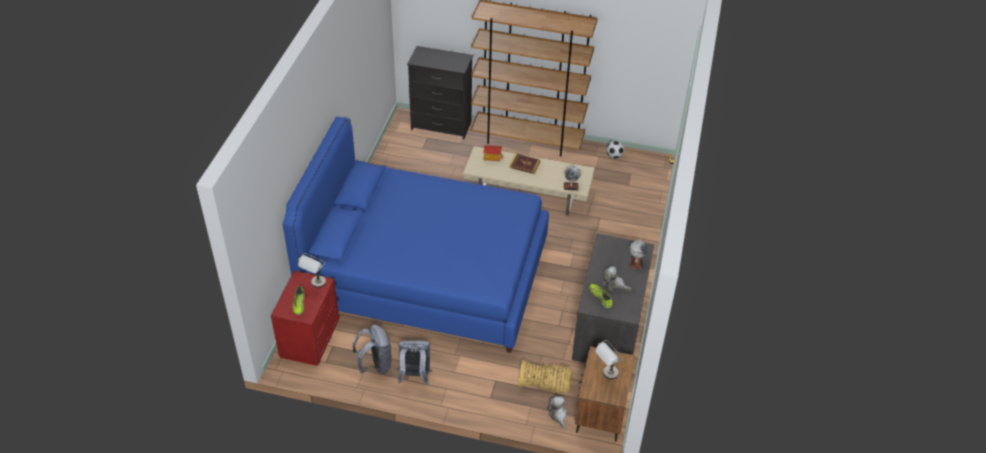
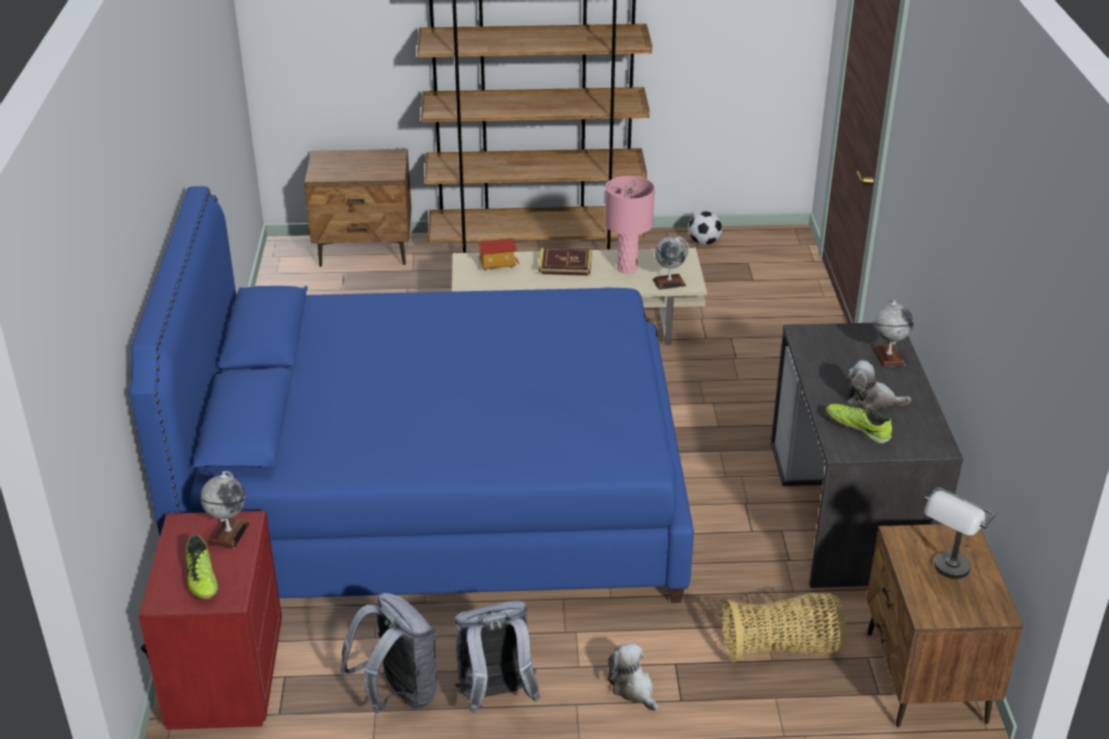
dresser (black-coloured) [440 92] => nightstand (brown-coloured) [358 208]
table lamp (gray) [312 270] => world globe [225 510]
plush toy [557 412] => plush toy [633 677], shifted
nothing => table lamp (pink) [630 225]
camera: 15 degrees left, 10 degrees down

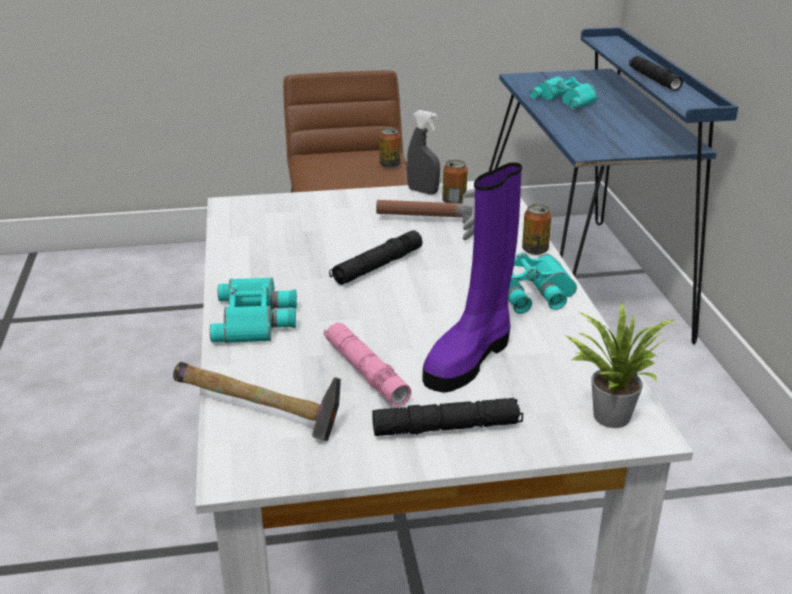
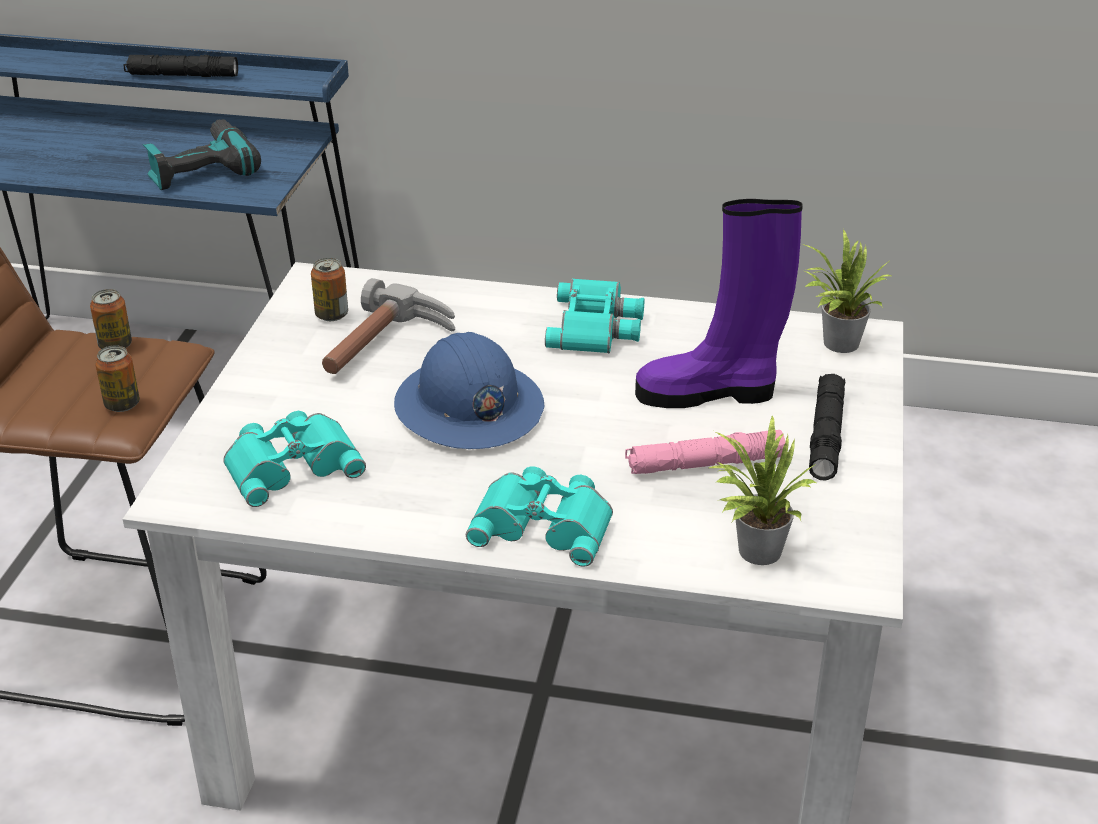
binoculars (turquoise) [563 93] => binoculars (turquoise) [294 459], shifted
sprayer (gray) [423 152] => nothing
boot (purple-coloured) [472 277] => boot (purple-coloured) [719 303], 120 degrees clockwise
metal can [536 229] => metal can [117 378], shifted
torch (black-coloured) [376 257] => hard hat (bluish) [469 390]
hammer [257 401] => potted plant [764 490]
nothing => electric drill [201 154]
camera: 70 degrees left, 5 degrees up

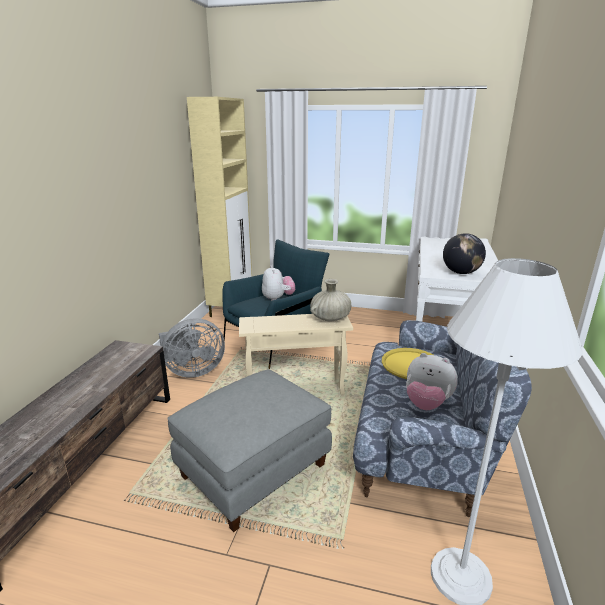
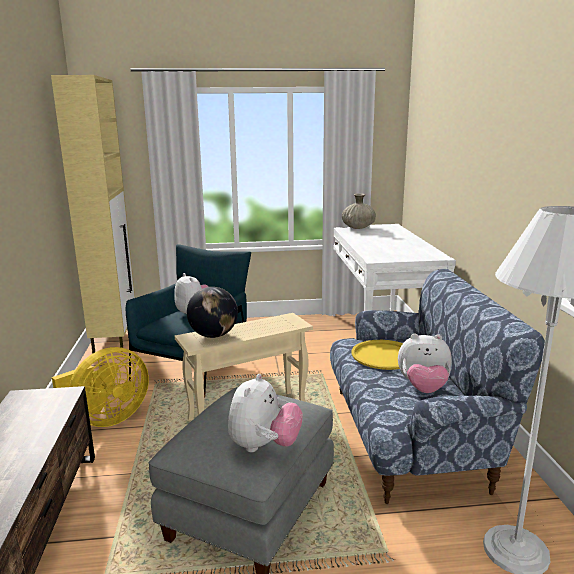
world globe [464 253] => world globe [212 312], shifted
vase (sand-coloured) [330 300] => vase (sand-coloured) [359 211], shifted
fan (gray) [192 348] => fan (yellow) [100 387]
nothing => plush toy [265 413]
camera: 20 degrees left, 5 degrees down

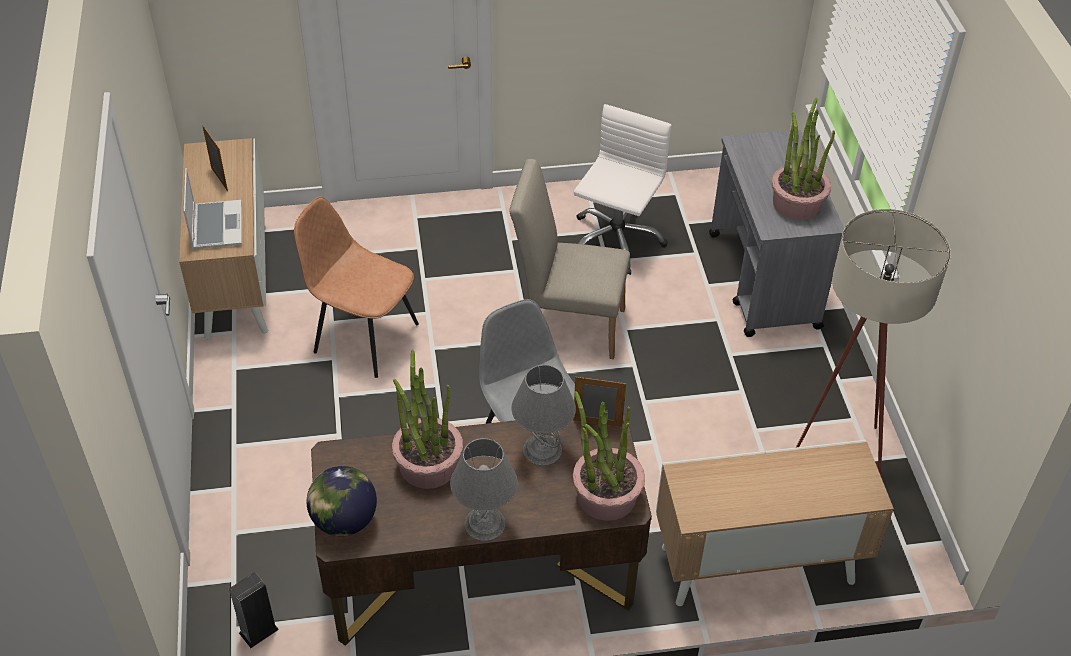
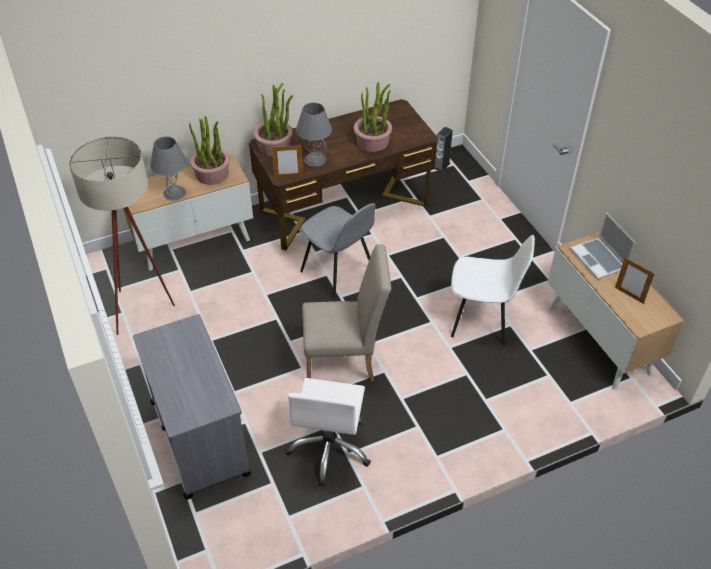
potted plant [803 159] => potted plant [209 150], shifted
chair (brown-coloured) [356 287] => chair (whitish) [493 290]
table lamp (gray) [484 489] => table lamp (gray) [168 169], shifted
world globe [342 501] => nothing
camera: 165 degrees right, 0 degrees up

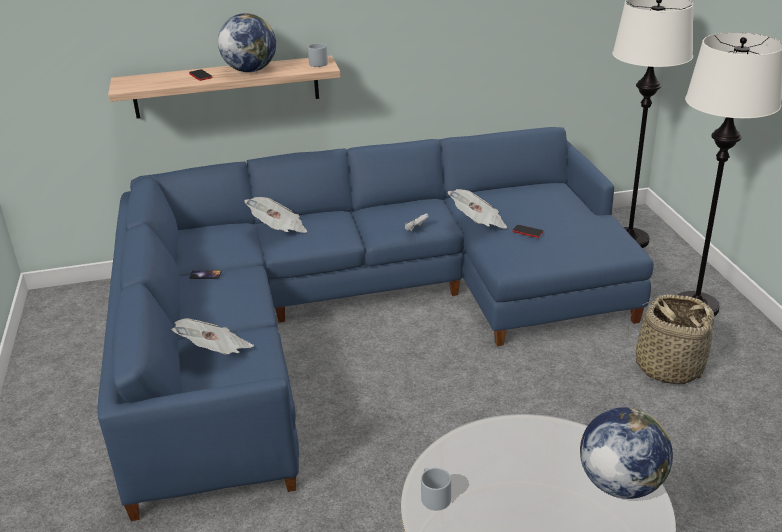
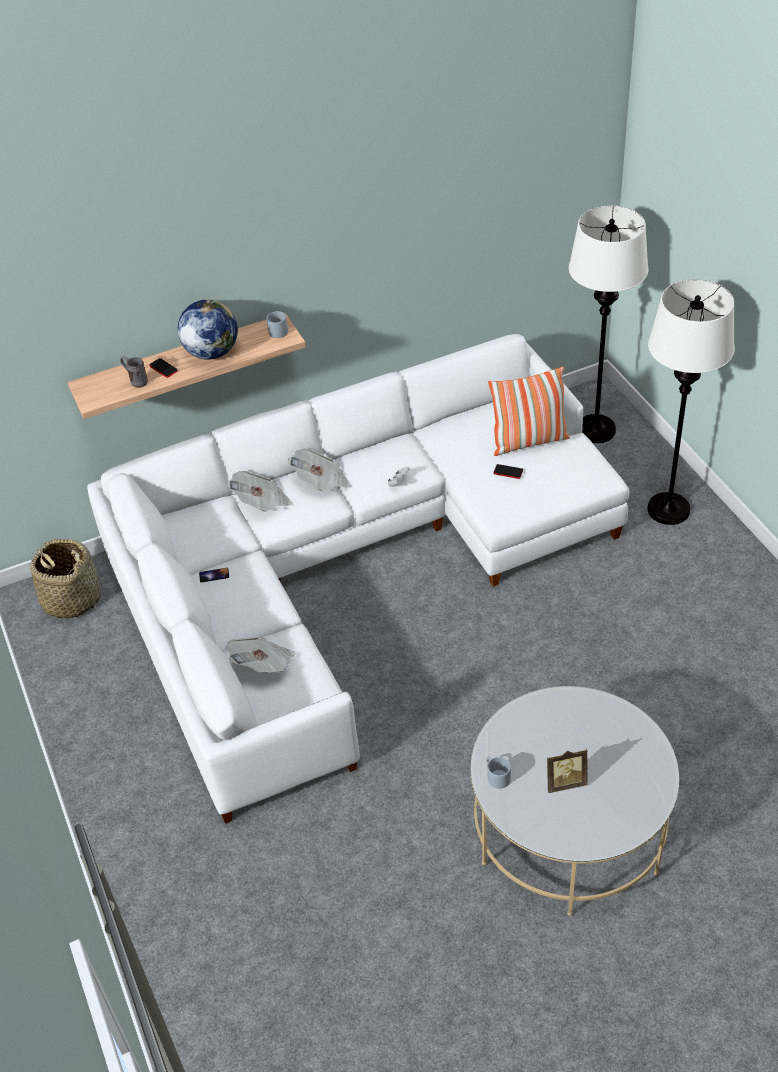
couch (bluish) [376 324] => couch (whitish) [358 579]
newspaper [477 209] => newspaper [319 470], shifted
household basket [672 339] => household basket [65 579], shifted
world globe [626 453] => nothing
nothing => tea mug (gray) [134 372]
nothing => cushion [529 411]
nothing => picture frame [567 771]
camera: 10 degrees left, 15 degrees up

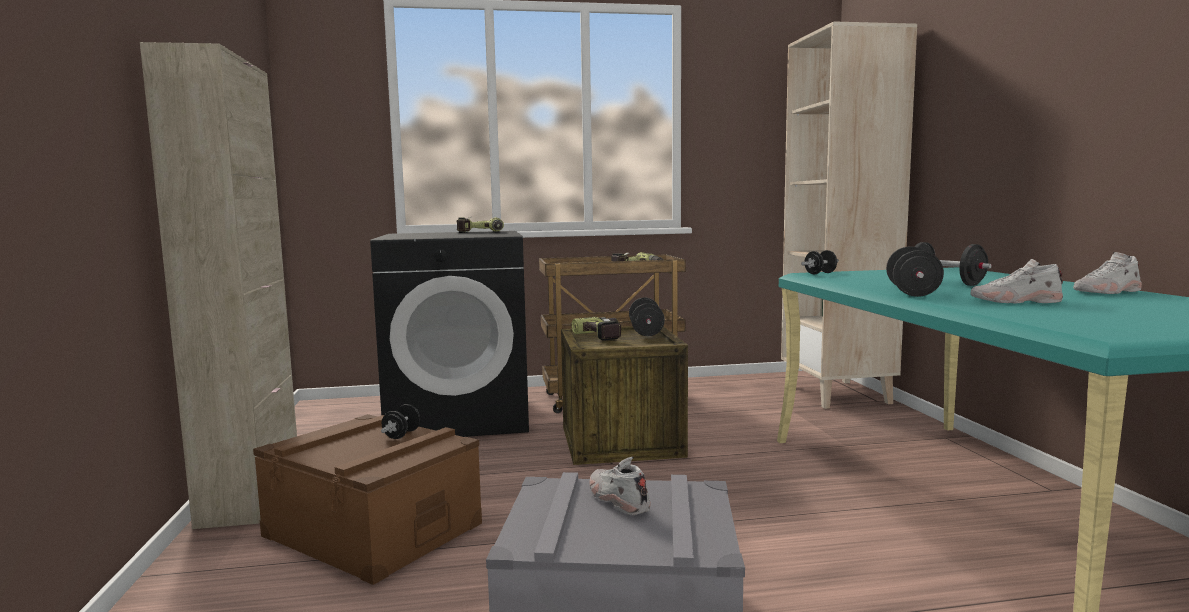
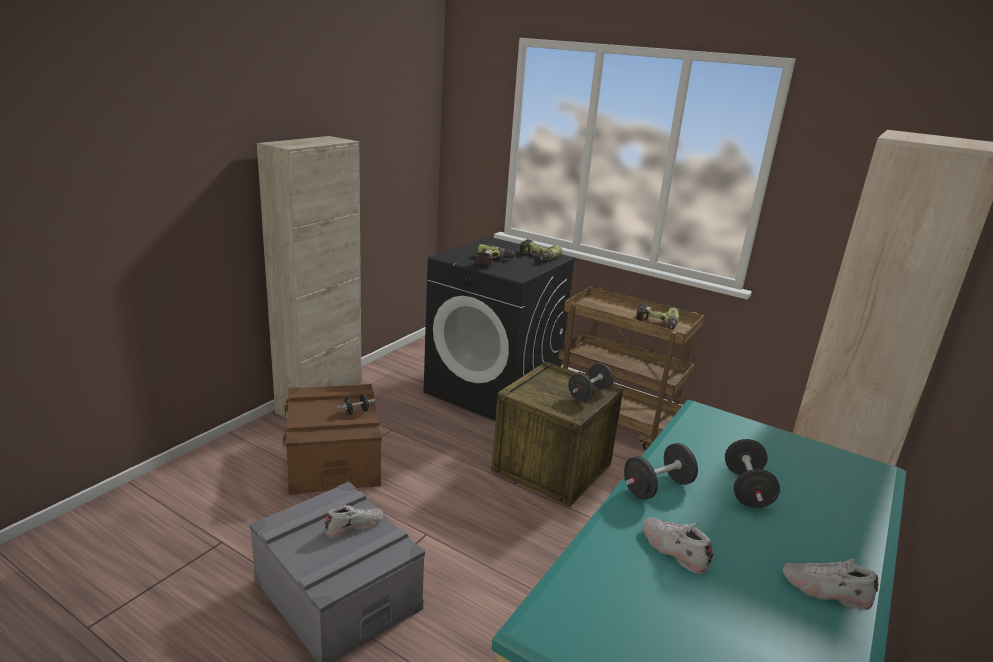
dumbbell (black-coloured) [820 262] => nothing
electric drill [596 329] => electric drill [494 255], shifted
low shoe (whitish) [620 486] => low shoe (whitish) [354 520], 45 degrees clockwise
camera: 40 degrees right, 15 degrees up

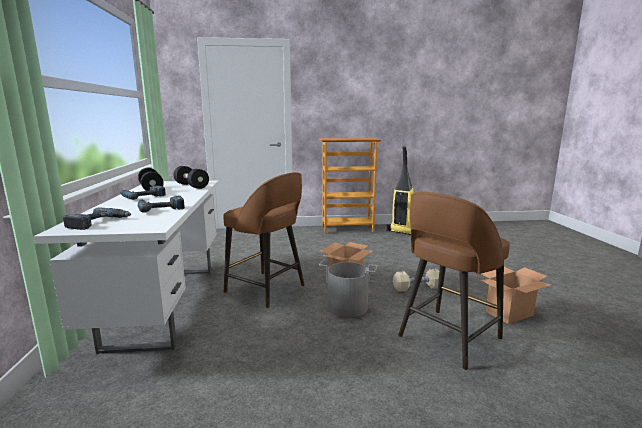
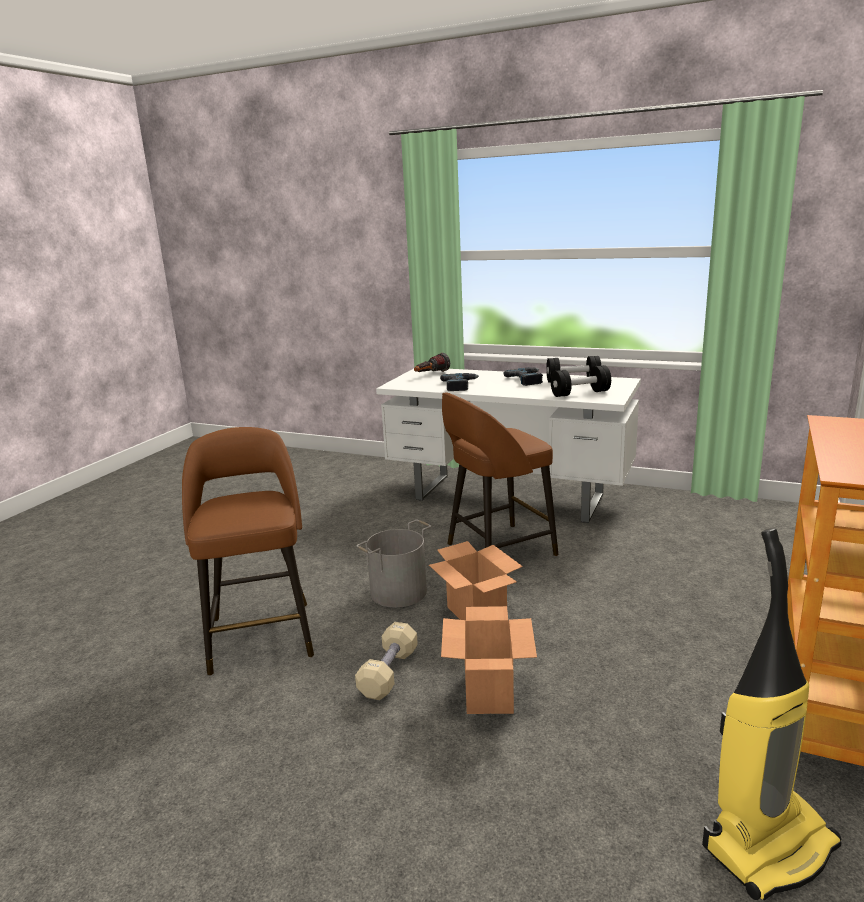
electric drill [97 218] => torch [432 362]
carton [516 295] => carton [489 660], shifted
camera: 120 degrees right, 5 degrees up

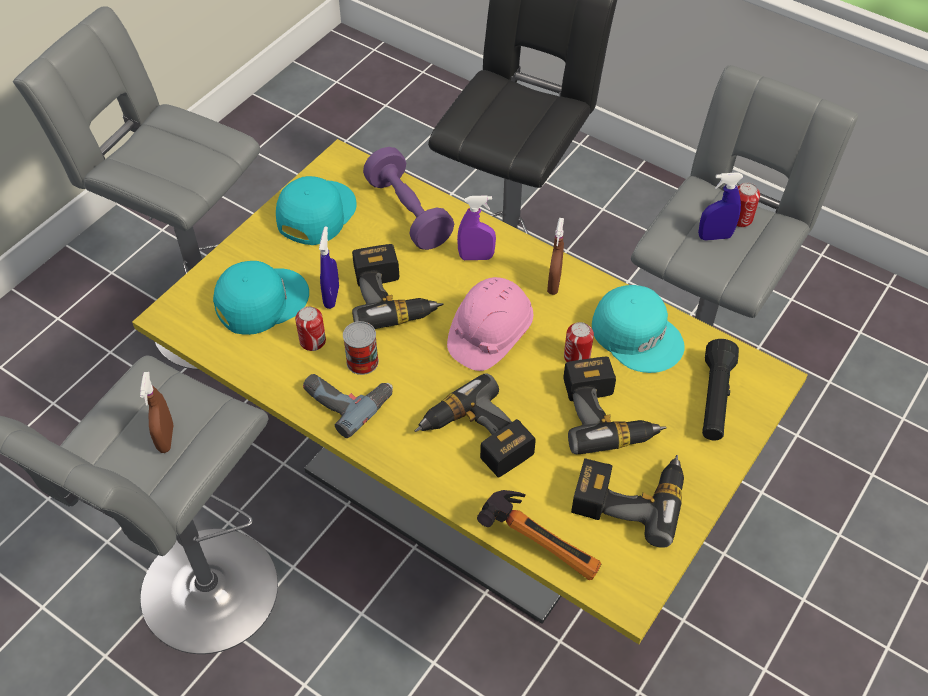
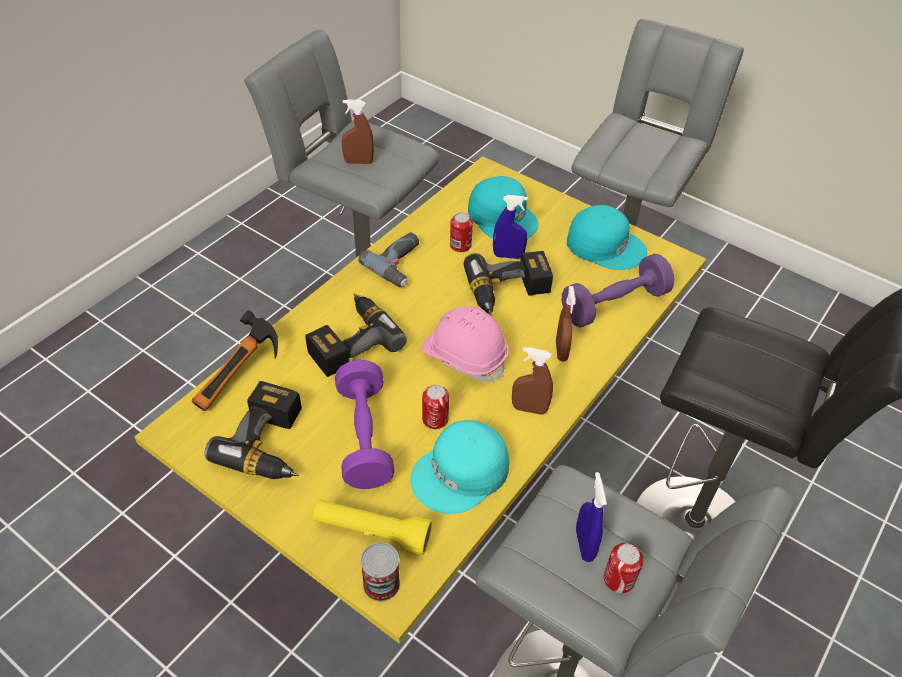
sprayer (purple-coloured) [476 227] => sprayer (brown-coloured) [566 324]
metal can [361 348] => metal can [380 572], shifted
torch (black-coloured) [720 390] => torch (yellow) [372 527]
electric drill [615 405] => dumbbell (purple-coloured) [364 424]
camera: 90 degrees right, 5 degrees down

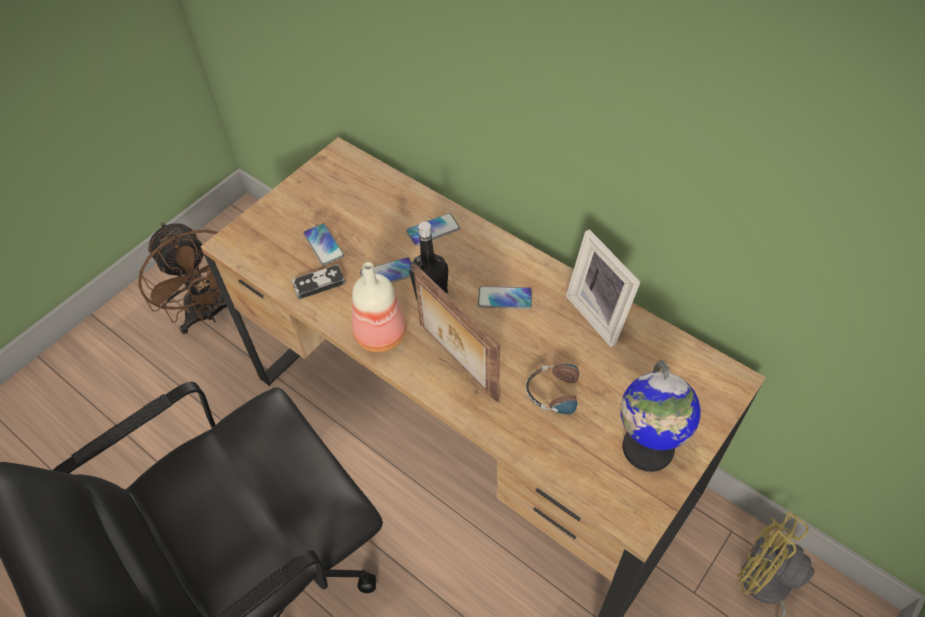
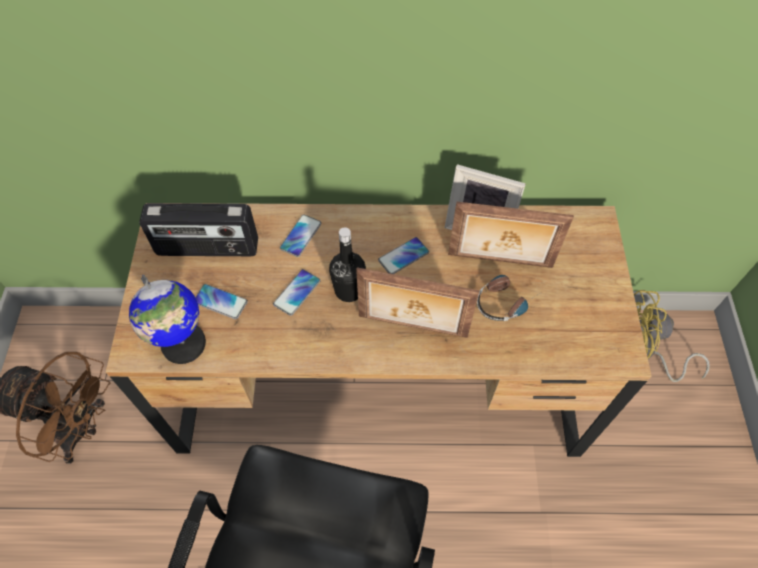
drink bottle [379 307] => nothing
game controller [319 282] => nothing
world globe [661 416] => world globe [167 319], shifted
nothing => picture frame [511 235]
nothing => radio set [198 229]
camera: 40 degrees left, 5 degrees up

